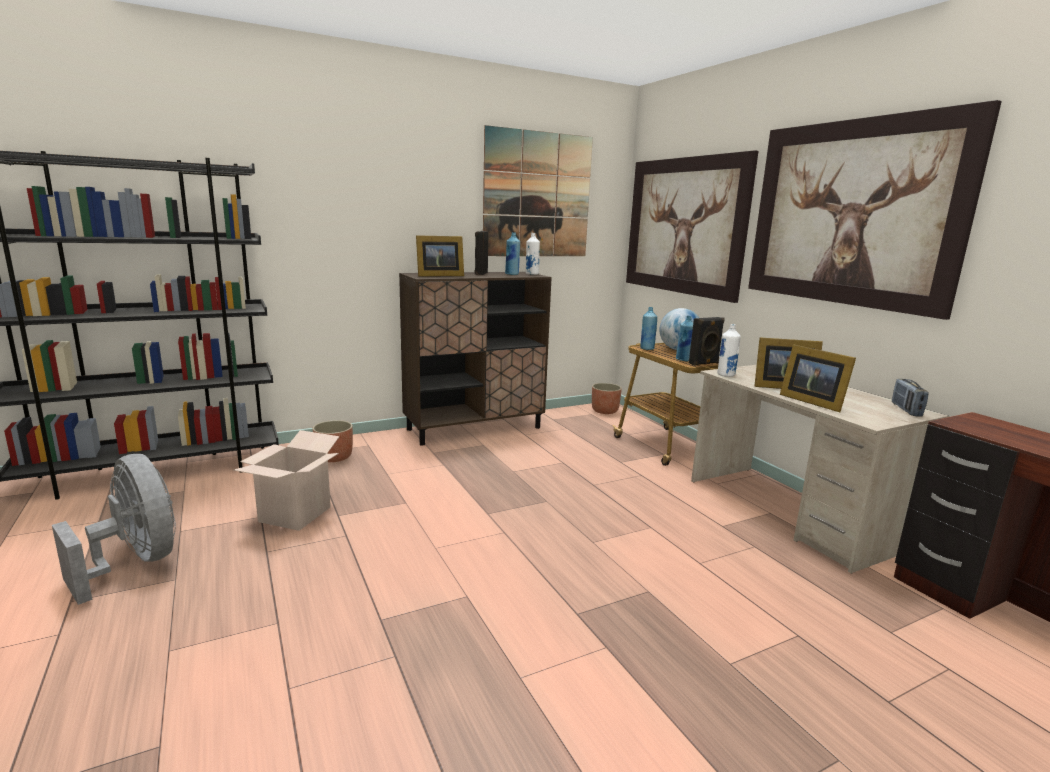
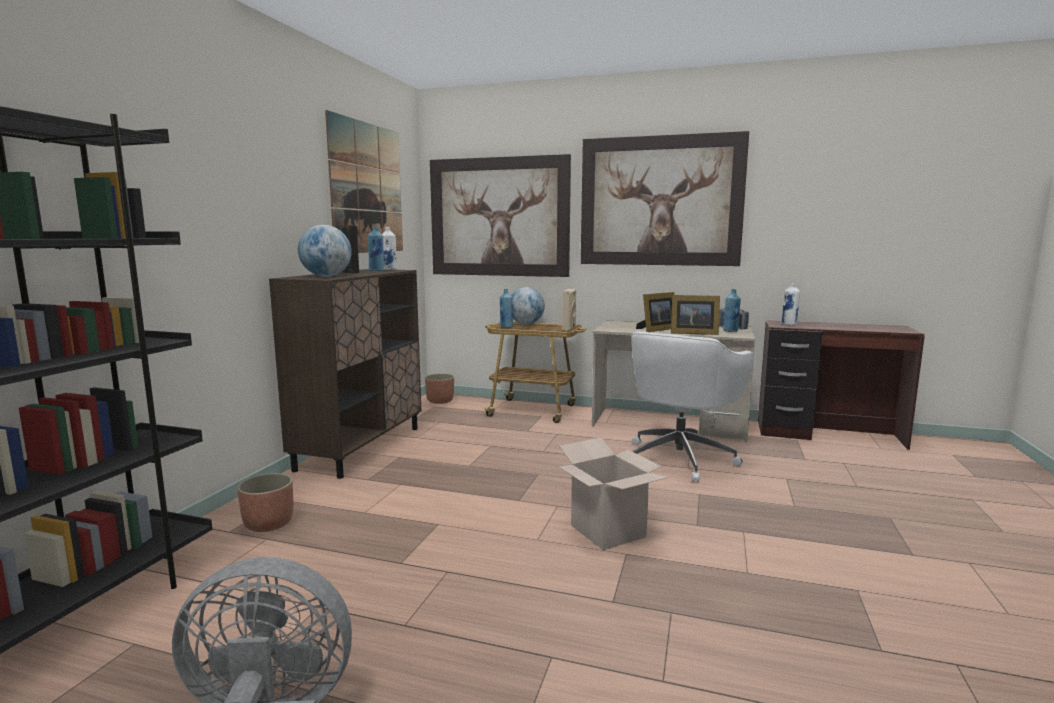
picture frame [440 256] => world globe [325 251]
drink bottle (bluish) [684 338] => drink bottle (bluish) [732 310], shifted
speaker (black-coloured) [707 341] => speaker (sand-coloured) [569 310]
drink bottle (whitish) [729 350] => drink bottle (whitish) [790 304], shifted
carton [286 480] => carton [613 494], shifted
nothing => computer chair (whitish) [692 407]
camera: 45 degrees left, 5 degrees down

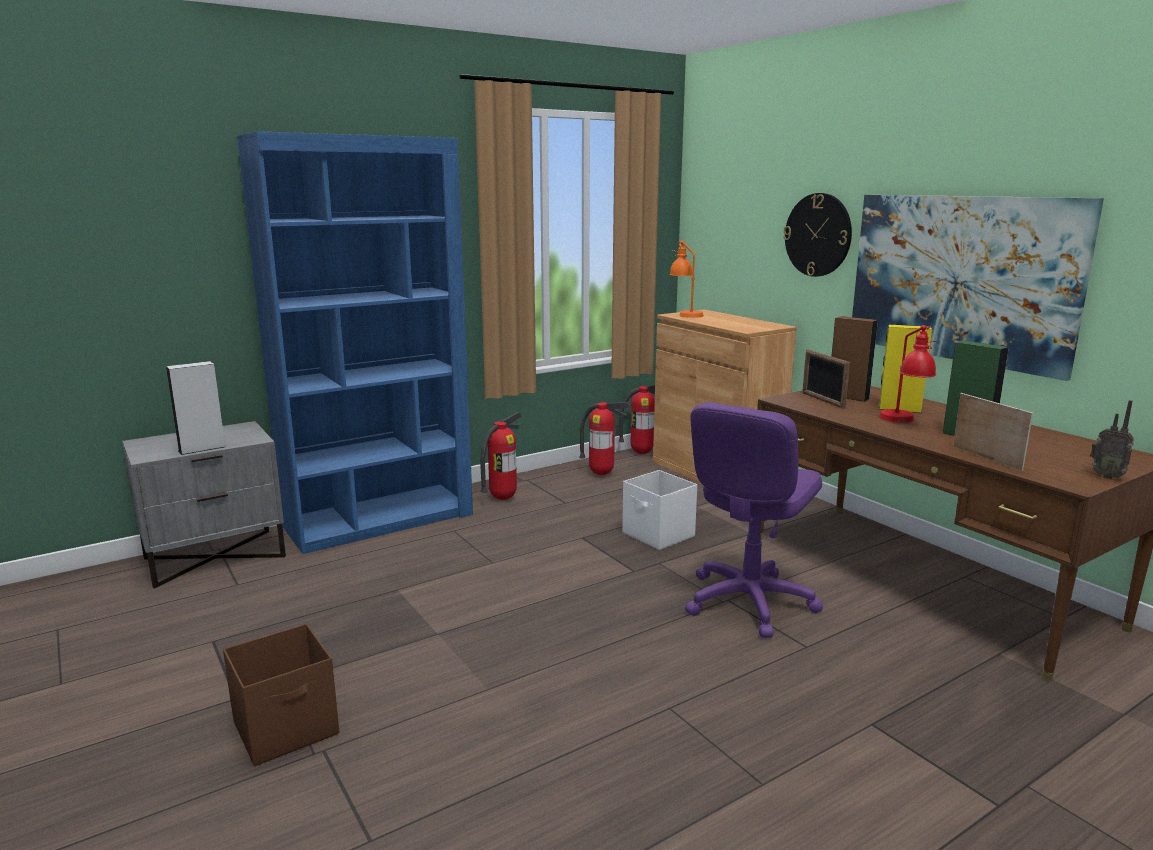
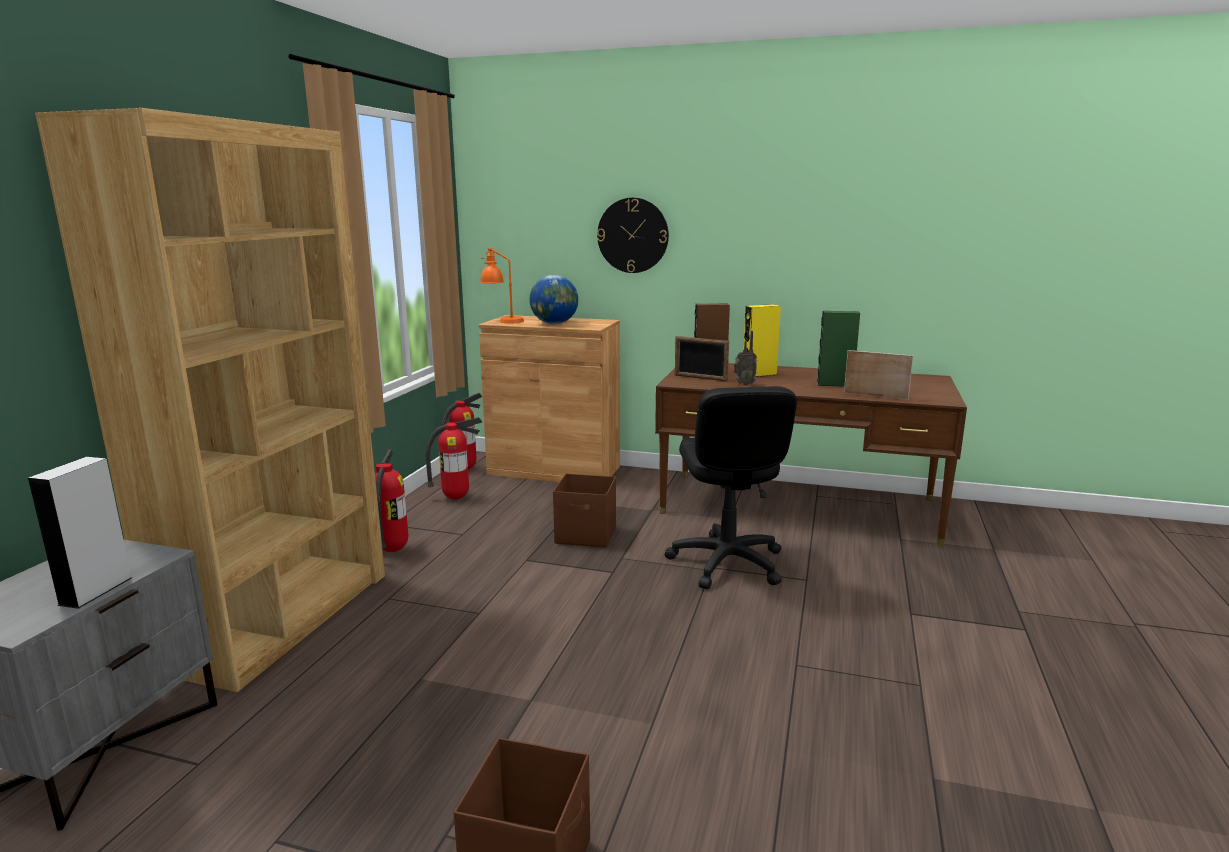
shelving unit (bluish) [355 342] => shelving unit (brown-coloured) [210 400]
picture [978 288] => nothing
table lamp (red-coloured) [908 374] => nothing
radio set [1112 439] => radio set [745 358], shifted
computer chair (purple-coloured) [754 520] => computer chair (black-coloured) [731 487]
storage bin (whitish) [659 510] => storage bin (brown-coloured) [584 511]
nothing => world globe [554 299]
camera: 40 degrees left, 0 degrees up

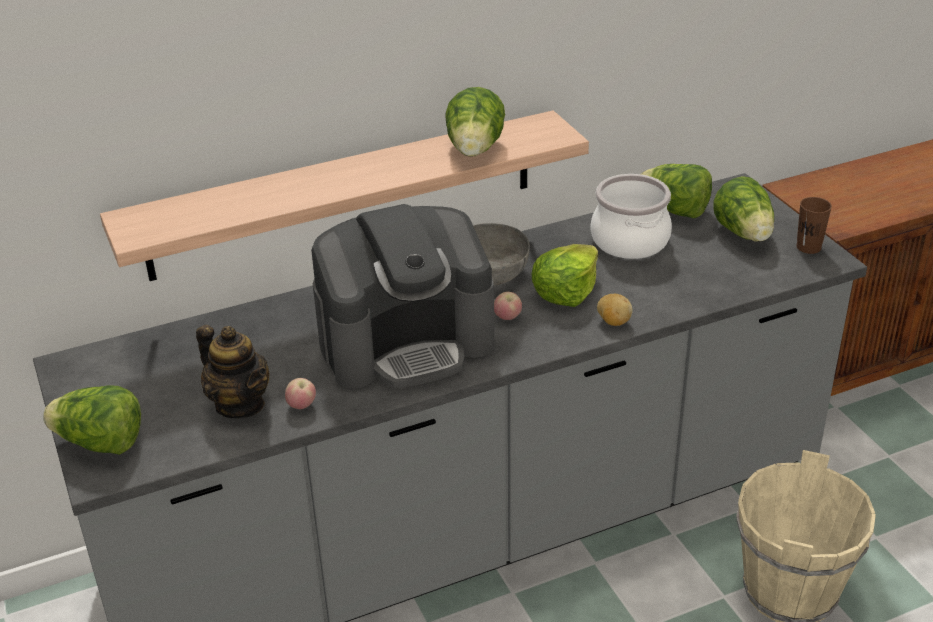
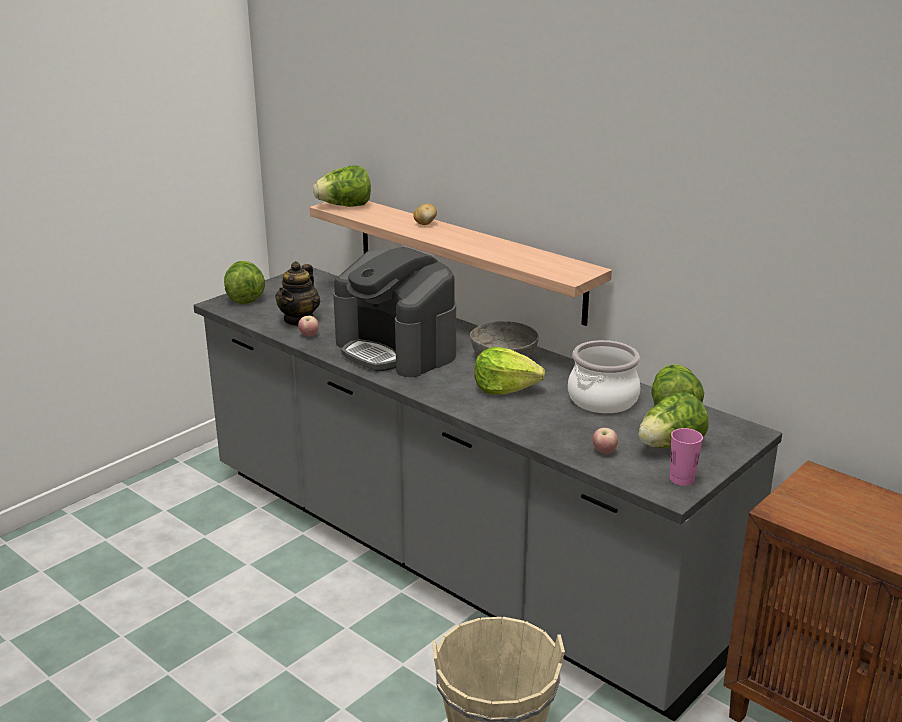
head of lettuce [475 122] => head of lettuce [342 186], shifted
drinking cup (brown-coloured) [814 225] => drinking cup (pink) [686 457]
apple [508 306] => apple [605 441], shifted
potato [615 310] => potato [425 214], shifted
camera: 65 degrees right, 10 degrees down

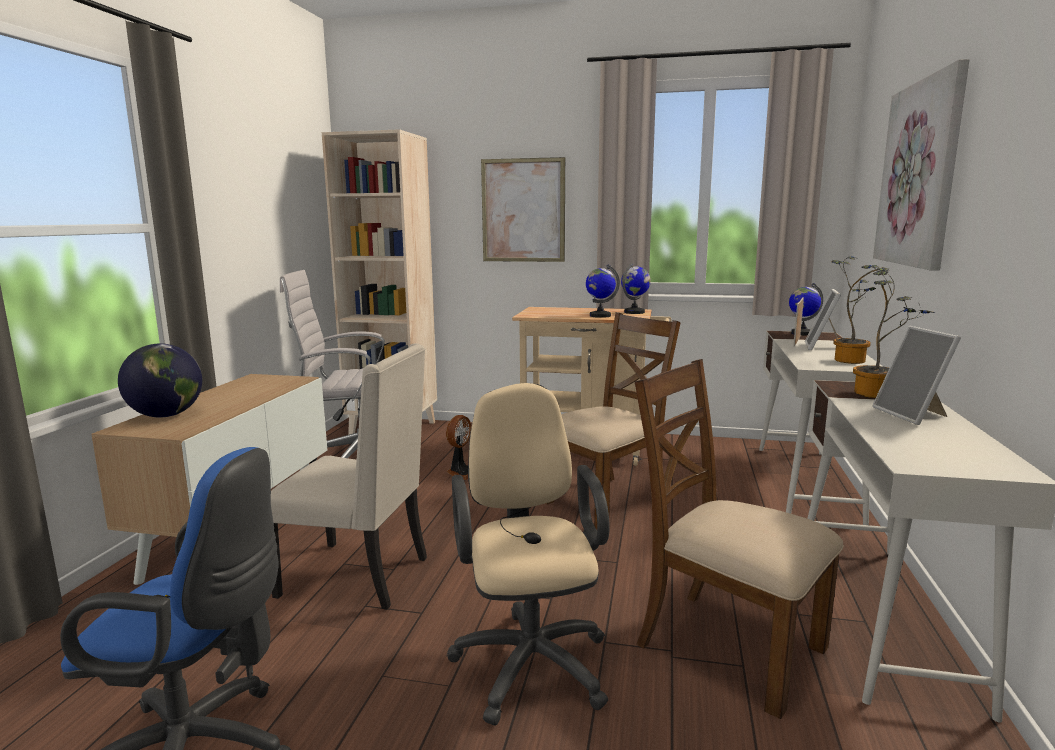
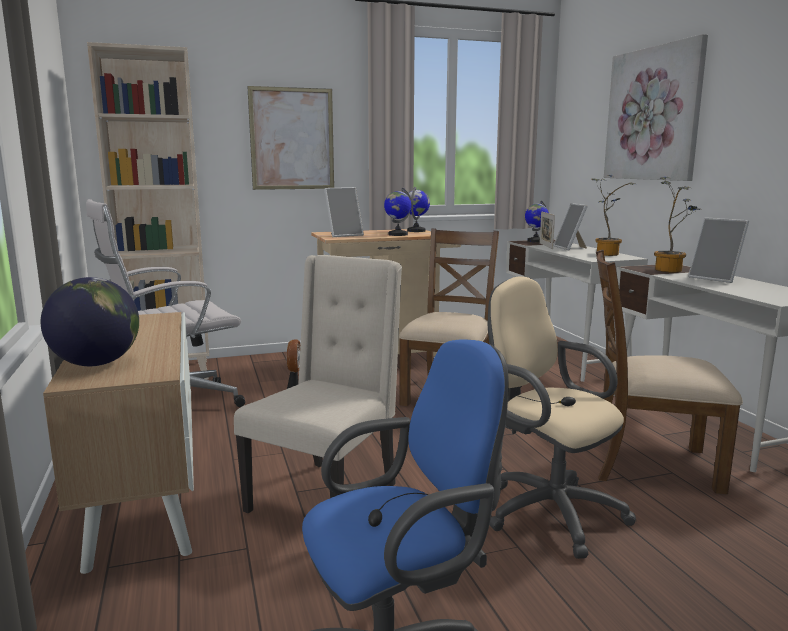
chair (sand-coloured) [349 476] => chair (sand-coloured) [318 384], 45 degrees counterclockwise
nothing => picture frame [344 212]
camera: 30 degrees left, 0 degrees up

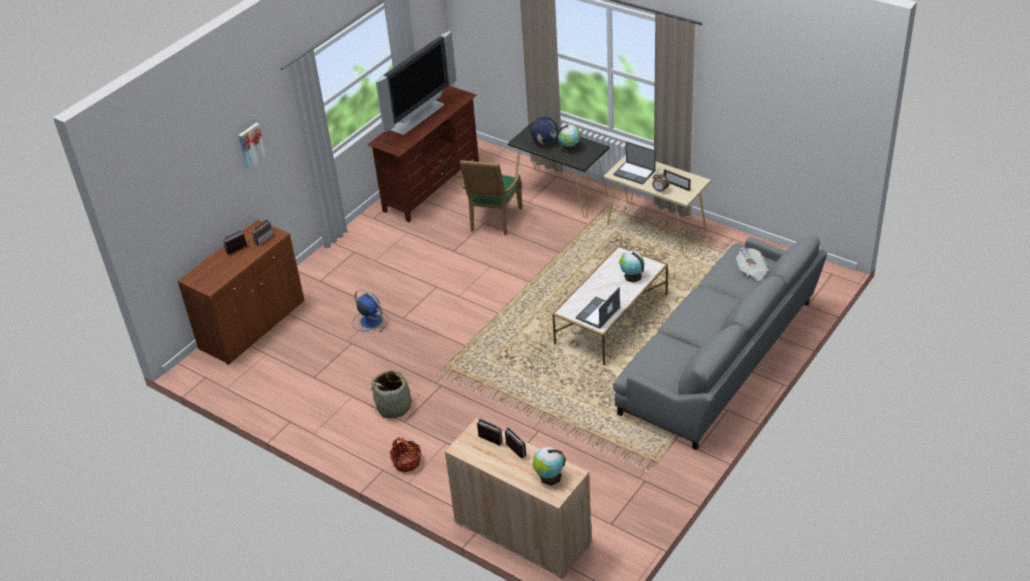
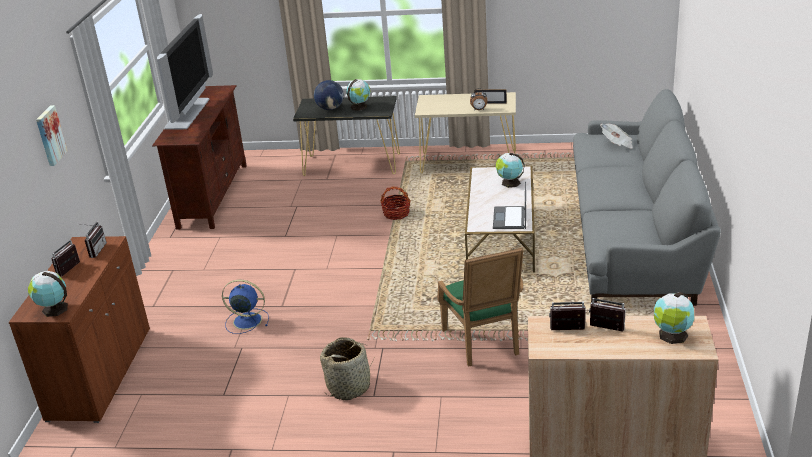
notebook computer [634 163] => nothing
lounge chair (green) [491 197] => lounge chair (green) [480 307], shifted
household basket [405 454] => household basket [396 203], shifted
nothing => world globe [48 294]
camera: 30 degrees left, 10 degrees down

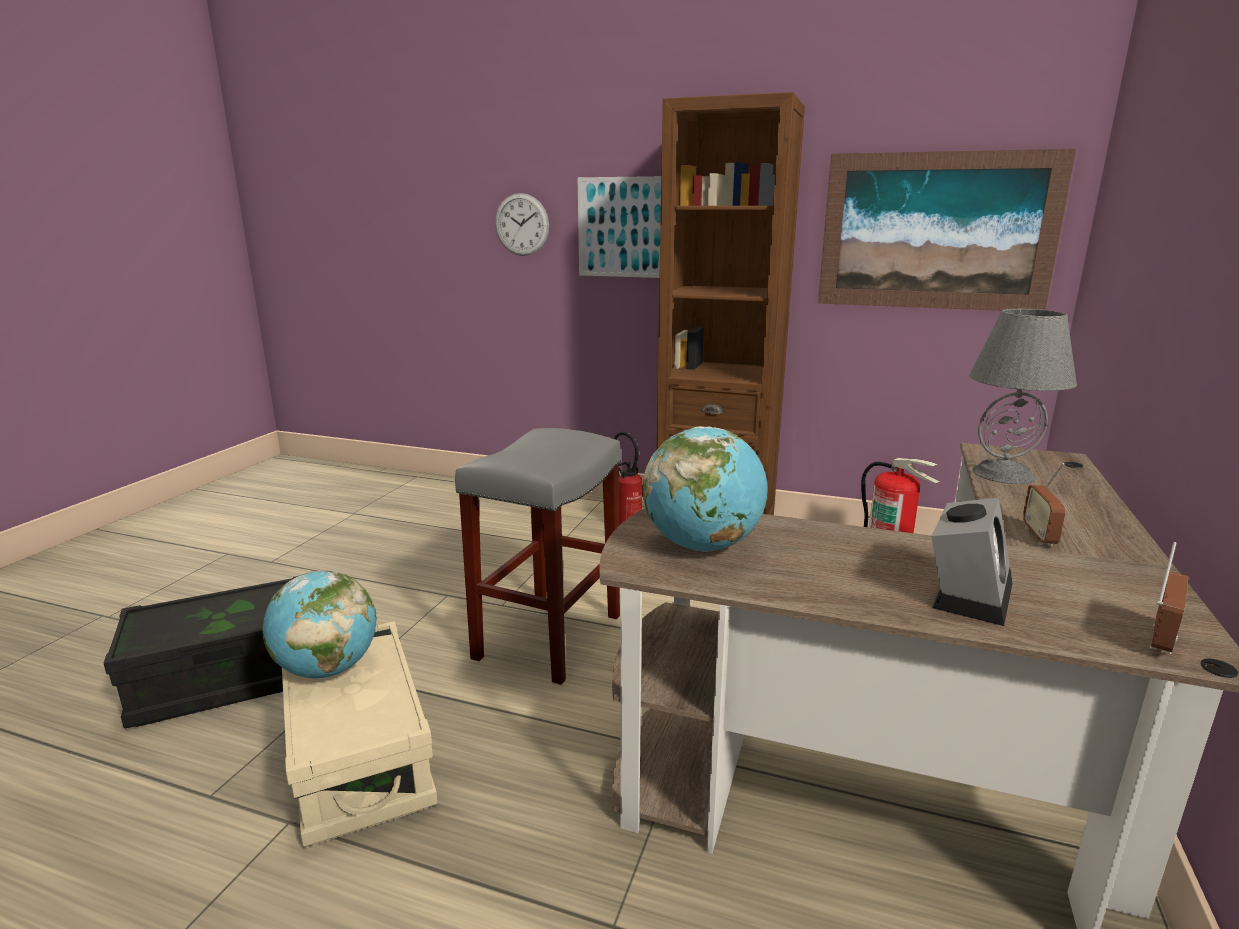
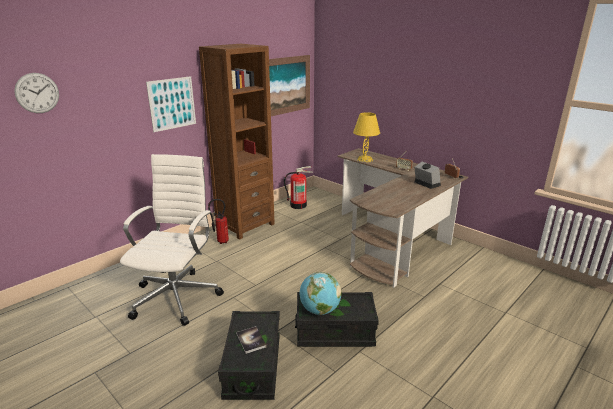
clock on the wall [522 224] => clock on the wall [36 93], shifted
table lamp (gray) [1023 396] => table lamp (yellow) [366 137]
world globe [705 489] => nothing
stool seat (gray) [538 556] => nothing
storage bin (sand-coloured) [360 734] => storage bin (black-coloured) [337 319]
nothing => computer chair (whitish) [172 240]
nothing => volume [251 340]
camera: 65 degrees left, 5 degrees up

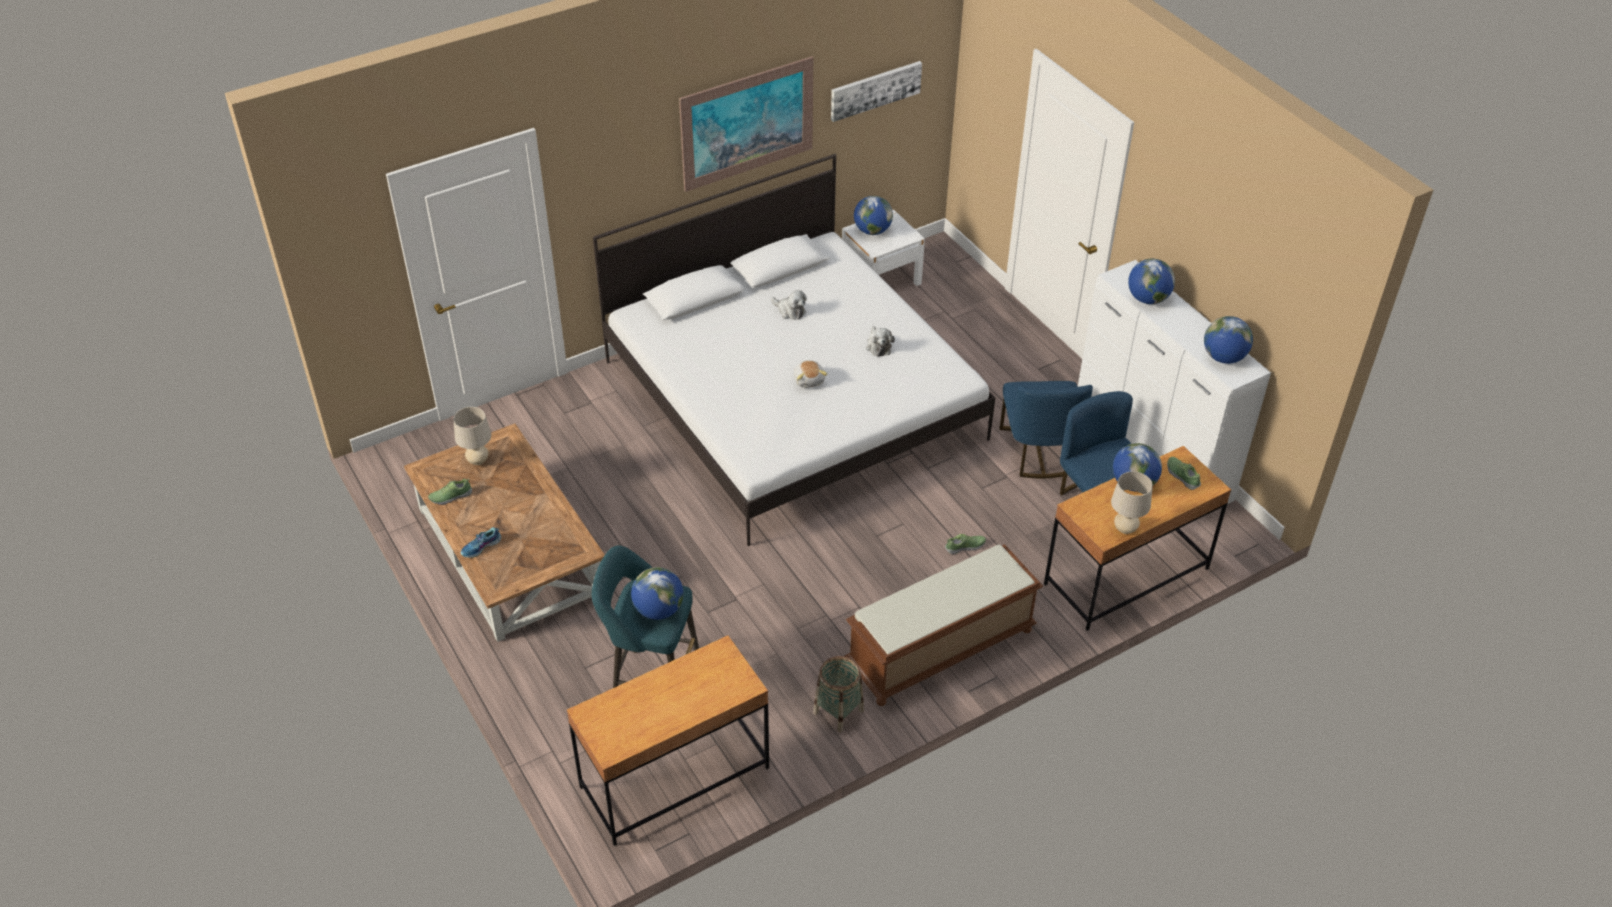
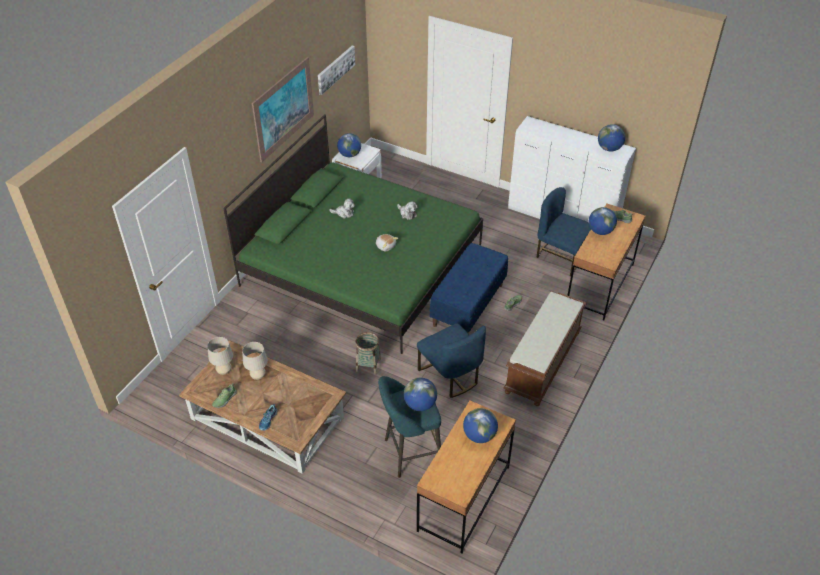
bed (whitish) [794 350] => bed (green) [353 234]
world globe [1151 281] => world globe [480 425], shifted
chair (bluish) [1046 429] => chair (bluish) [451 360], shifted
table lamp (sand-coloured) [1132 502] => table lamp (sand-coloured) [255 361], shifted
household basket [838 694] => household basket [368 353], shifted
nothing => bench (bluish) [469 288]
camera: 30 degrees left, 0 degrees up

